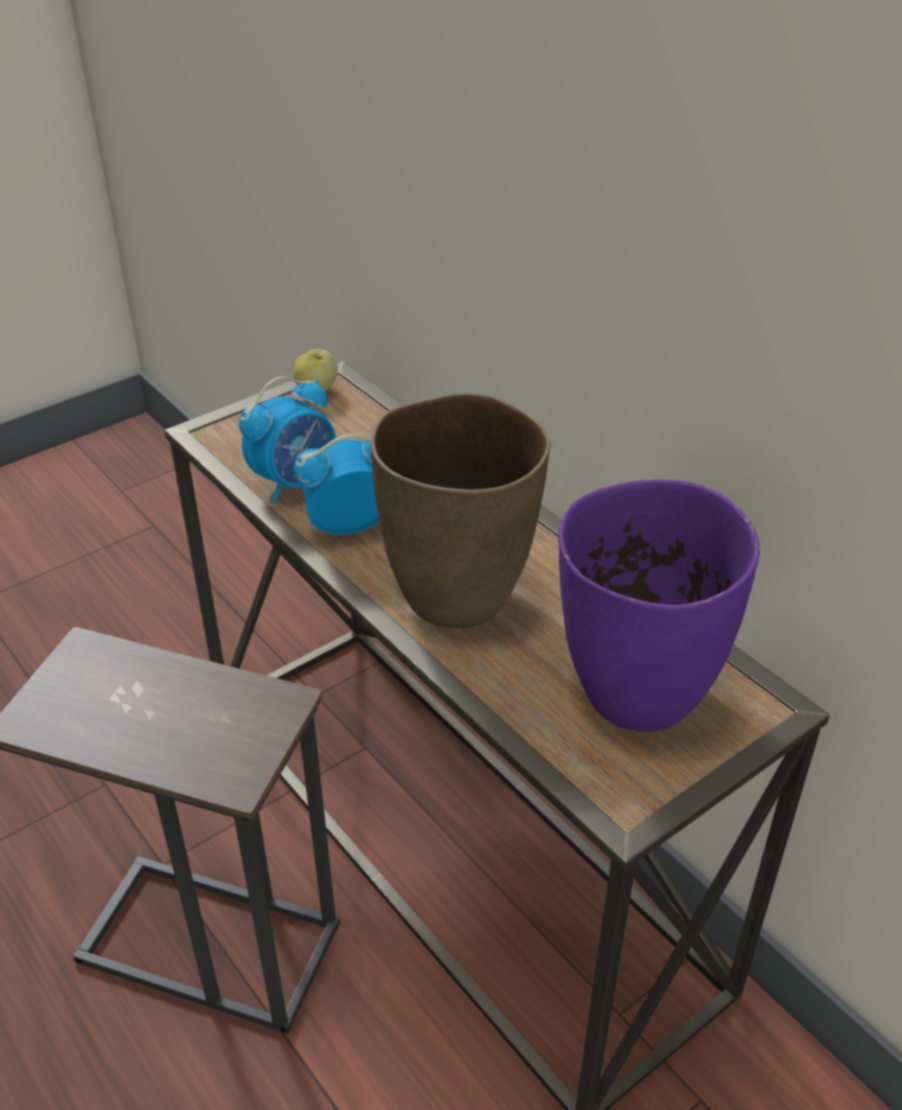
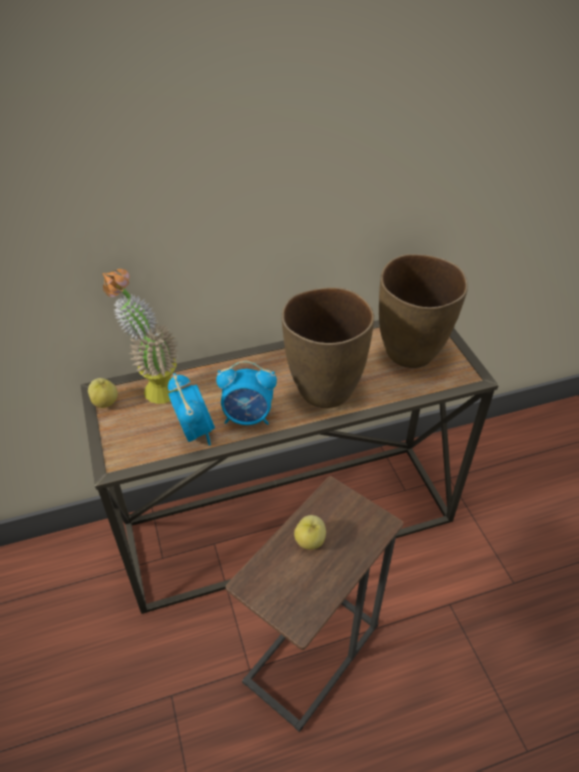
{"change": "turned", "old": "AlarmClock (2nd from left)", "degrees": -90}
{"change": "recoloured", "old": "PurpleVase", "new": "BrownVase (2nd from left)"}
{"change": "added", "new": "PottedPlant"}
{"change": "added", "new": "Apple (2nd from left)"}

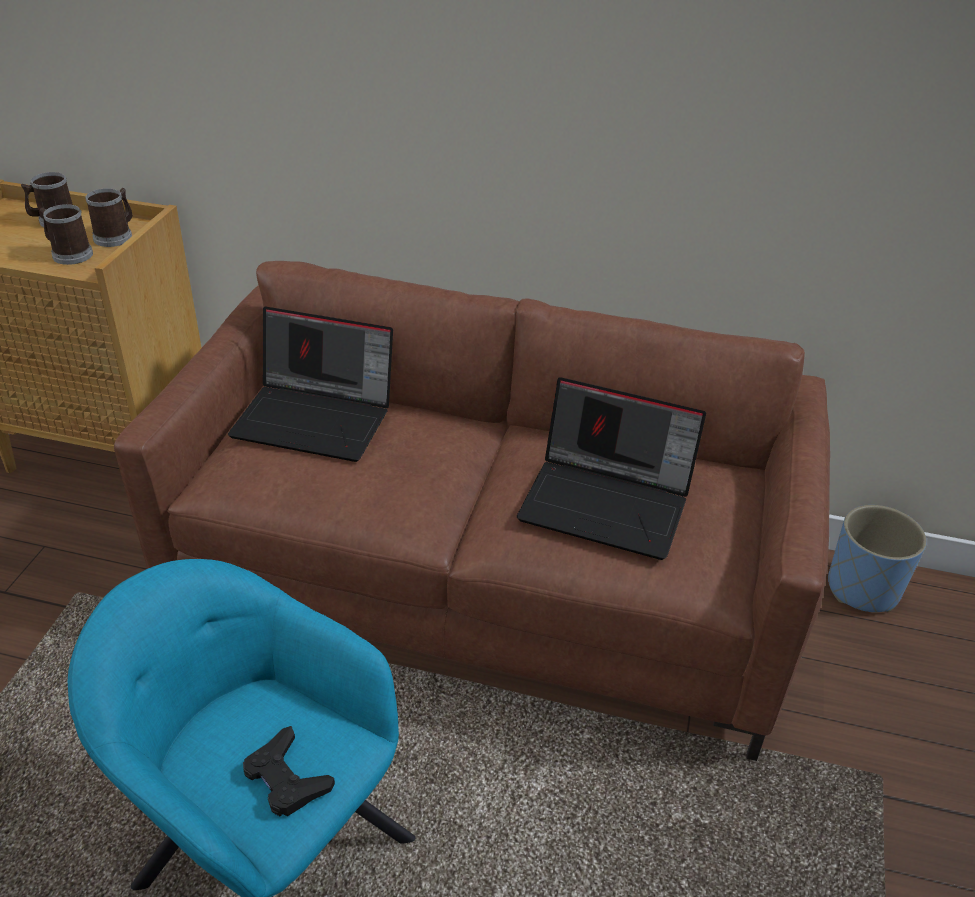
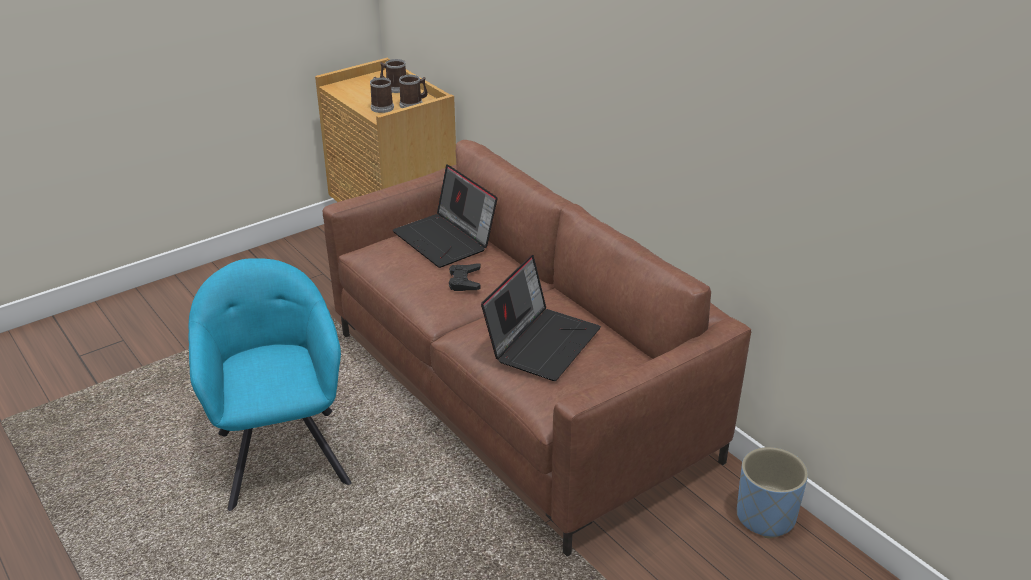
{"change": "turned", "old": "Laptop (2nd from left)", "degrees": -120}
{"change": "moved", "old": "BlackGameController"}

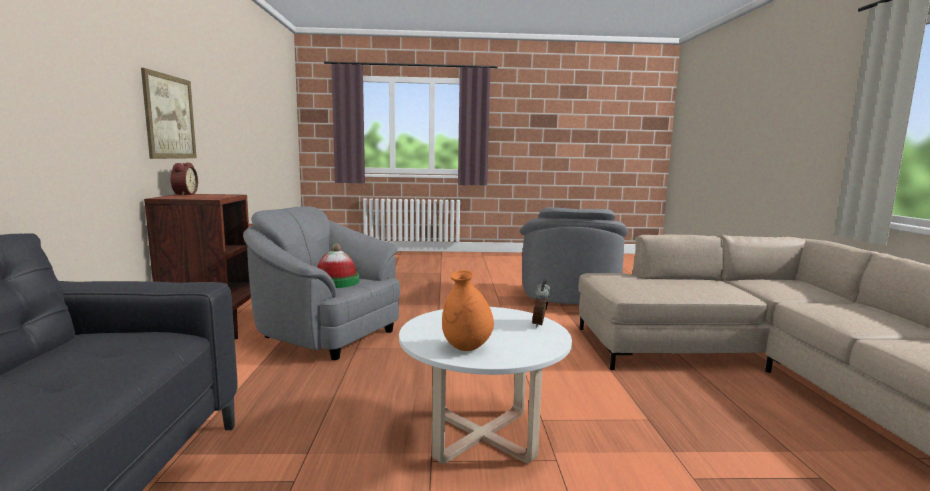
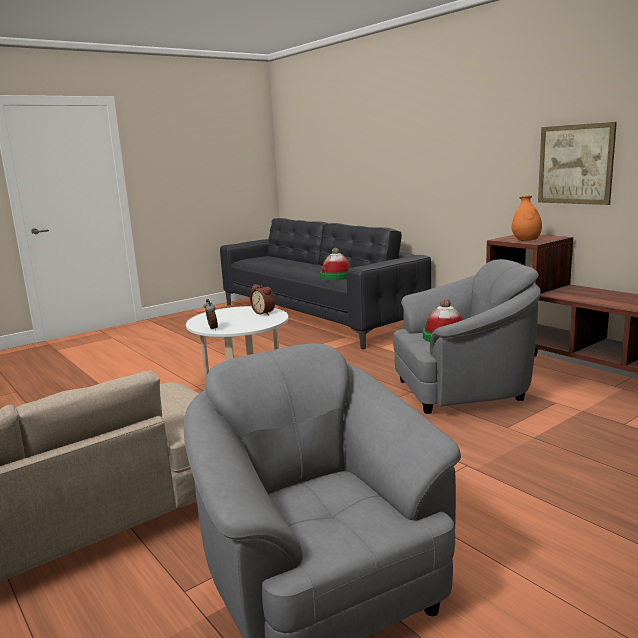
{"change": "moved", "old": "AlarmClock (1st from left in the first image)", "new": "AlarmClock (2nd from left)"}
{"change": "moved", "old": "OrangeVase"}
{"change": "added", "new": "Hat (1st from left)"}

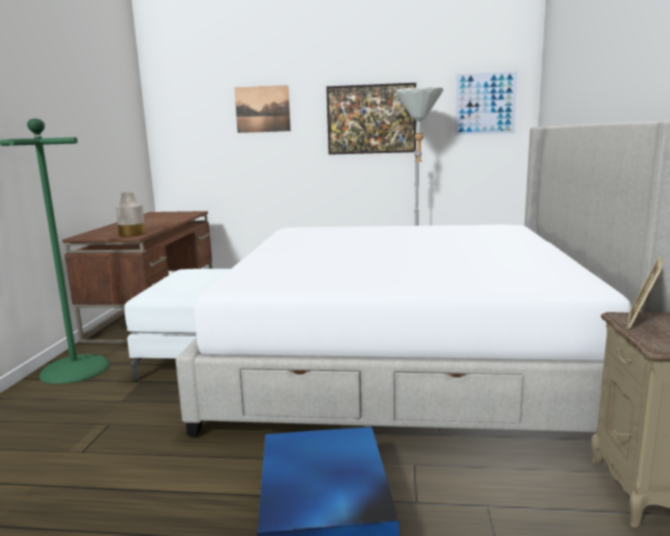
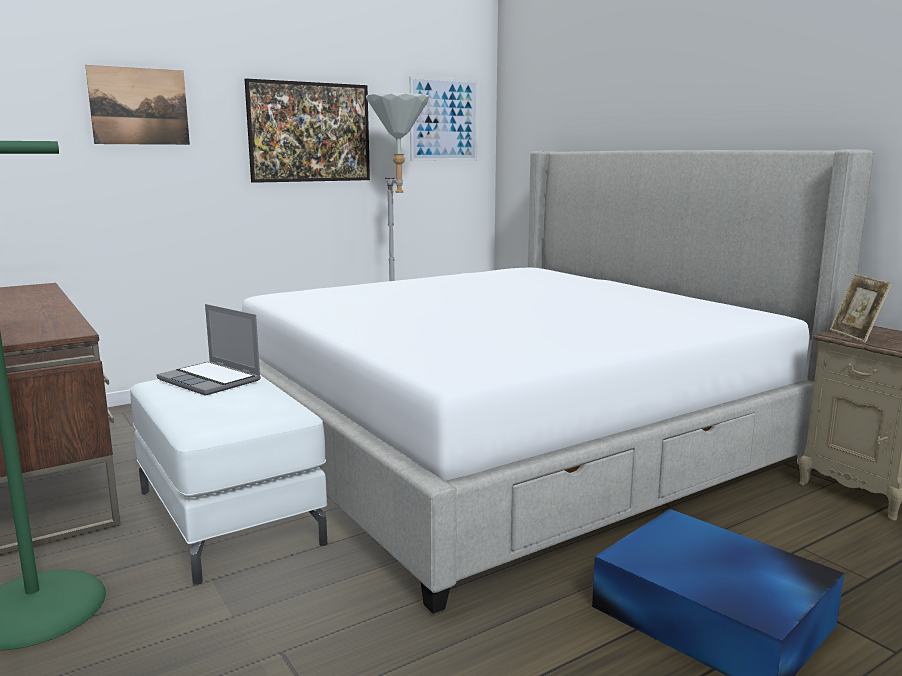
{"change": "removed", "old": "BeigeVase"}
{"change": "added", "new": "Laptop"}

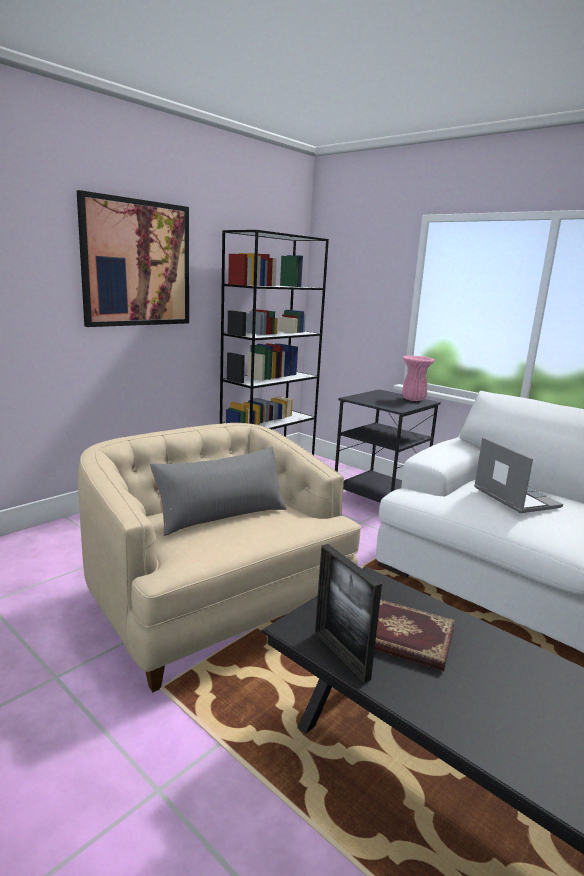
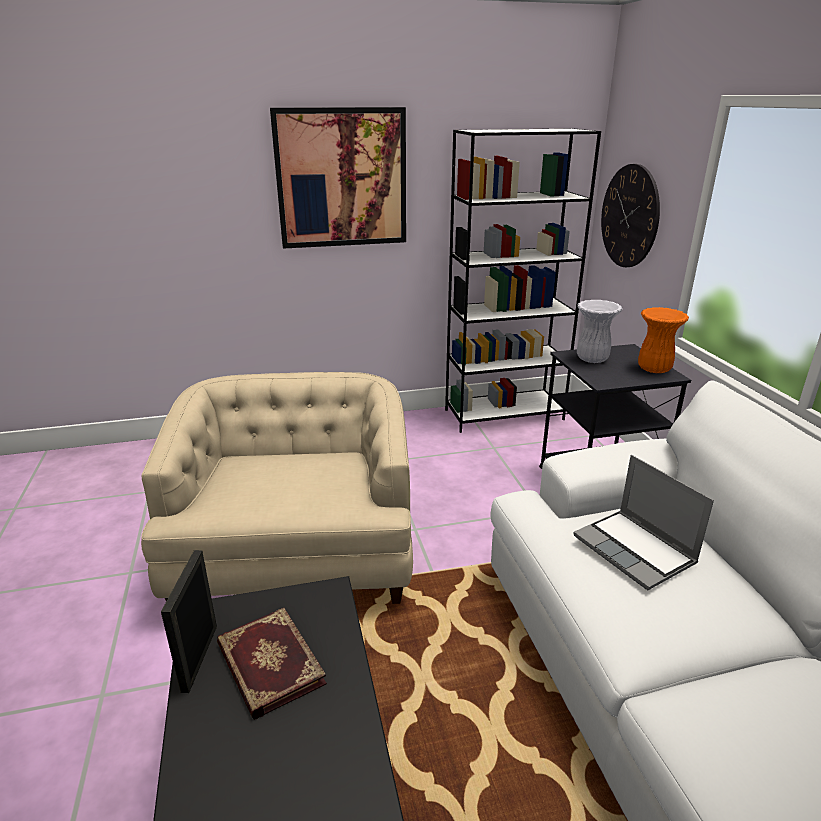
{"change": "recoloured", "old": "PinkVase", "new": "OrangeVase"}
{"change": "turned", "old": "Laptop", "degrees": 135}
{"change": "removed", "old": "GreyPillow"}
{"change": "added", "new": "WallClock"}
{"change": "added", "new": "WhiteVase"}

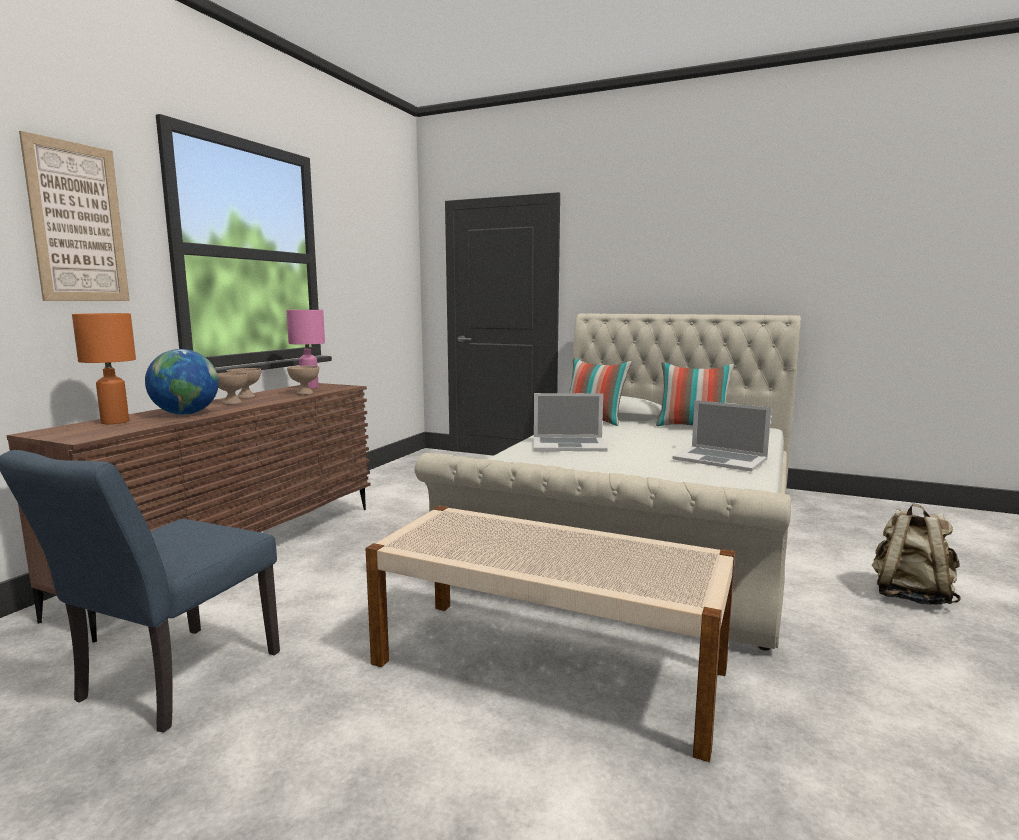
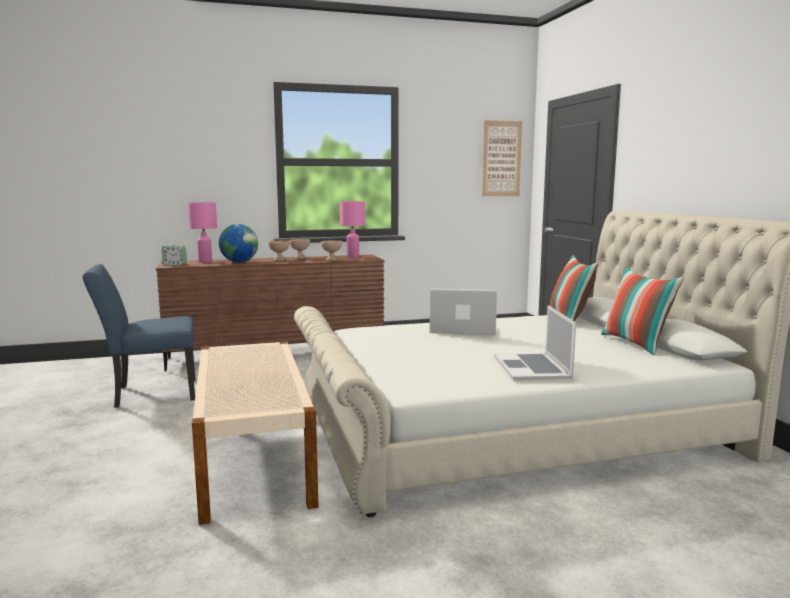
{"change": "moved", "old": "Picture"}
{"change": "recoloured", "old": "OrangeTableLamp", "new": "PinkTableLamp (1st from left)"}
{"change": "turned", "old": "Laptop (1st from left)", "degrees": 135}
{"change": "removed", "old": "BeigeBackpack"}
{"change": "added", "new": "AlarmClock"}

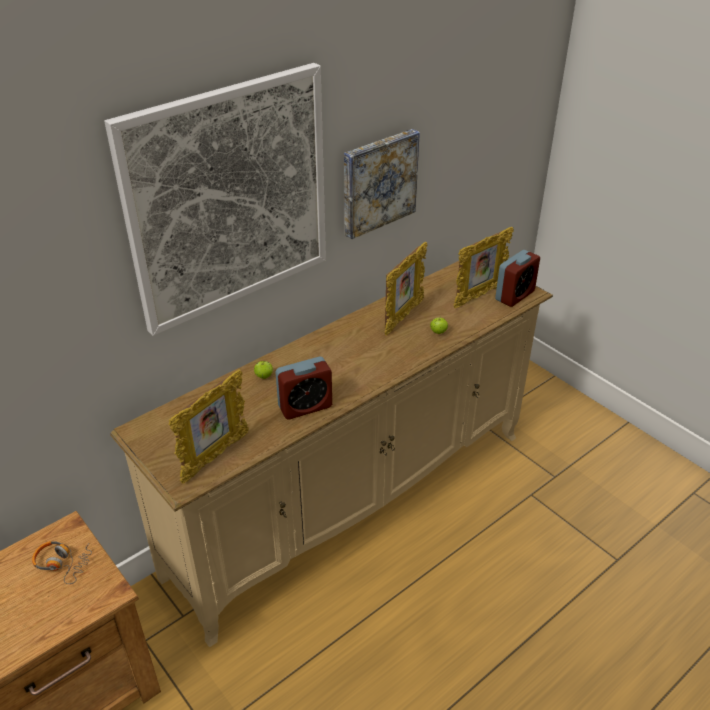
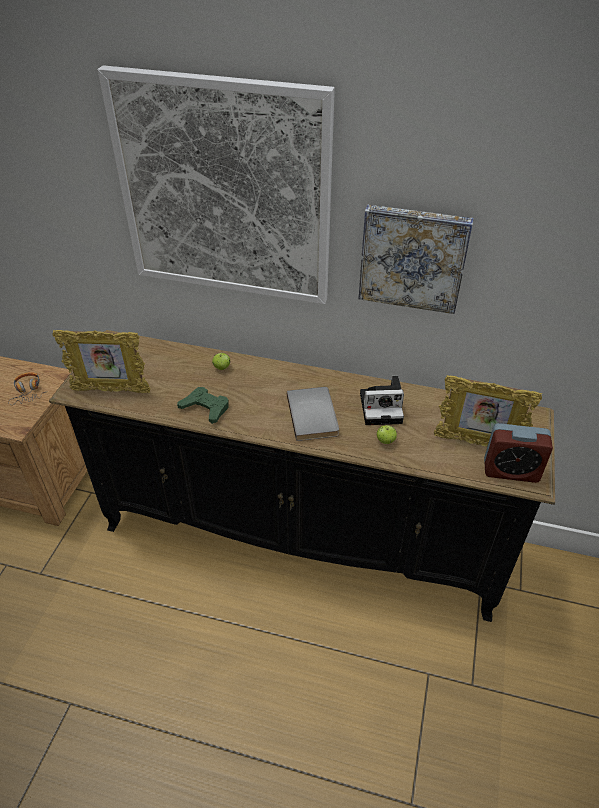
{"change": "replaced", "old": "PictureFrame (2nd from left)", "new": "PhotoCamera"}
{"change": "recoloured", "old": "BeigeDresser", "new": "BlackDresser"}
{"change": "replaced", "old": "AlarmClock (1st from left)", "new": "GreenGameController"}
{"change": "added", "new": "GreyBook"}

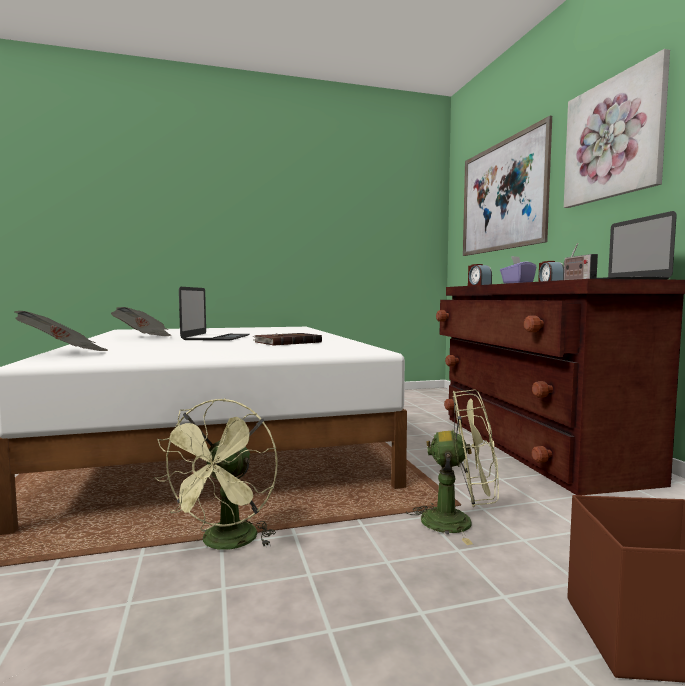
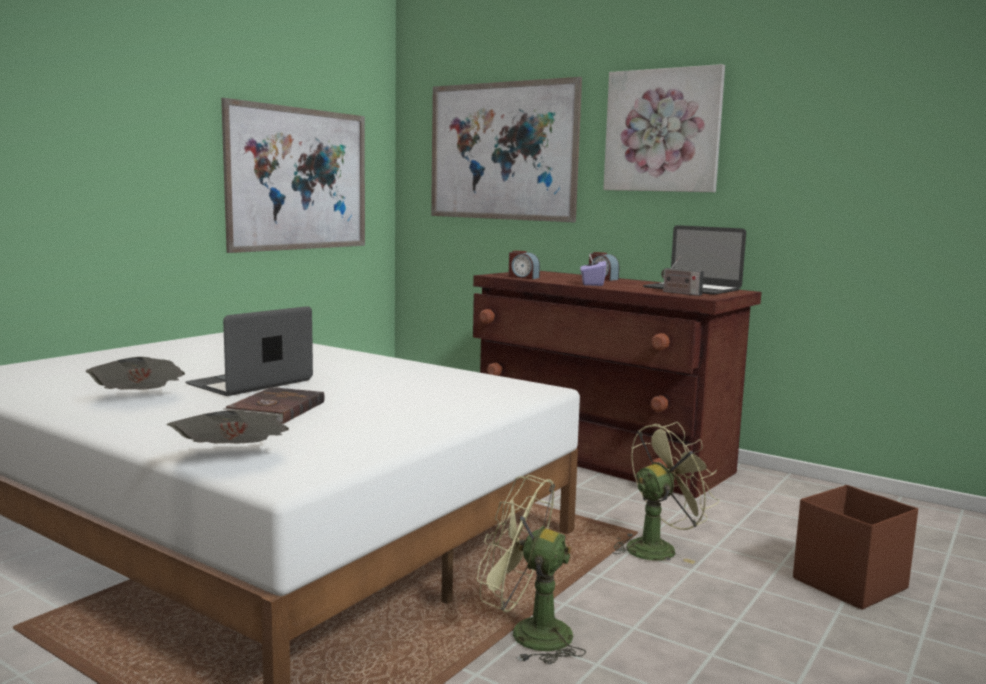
{"change": "turned", "old": "Laptop (1st from left)", "degrees": -105}
{"change": "moved", "old": "BrownBook"}
{"change": "turned", "old": "GreenFan (1st from left)", "degrees": 135}
{"change": "added", "new": "Picture (1st from left)"}

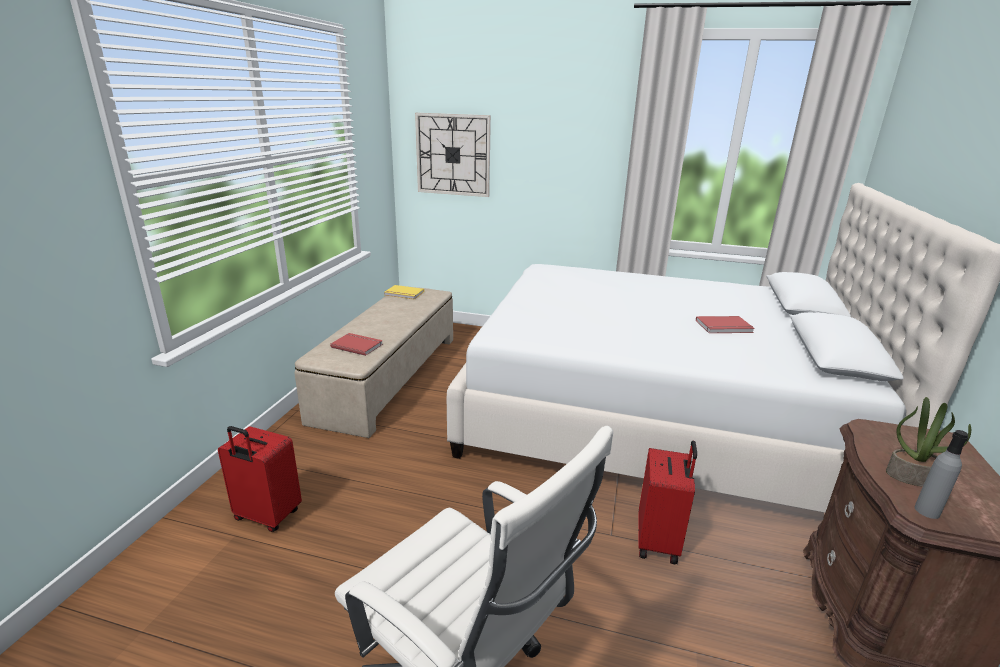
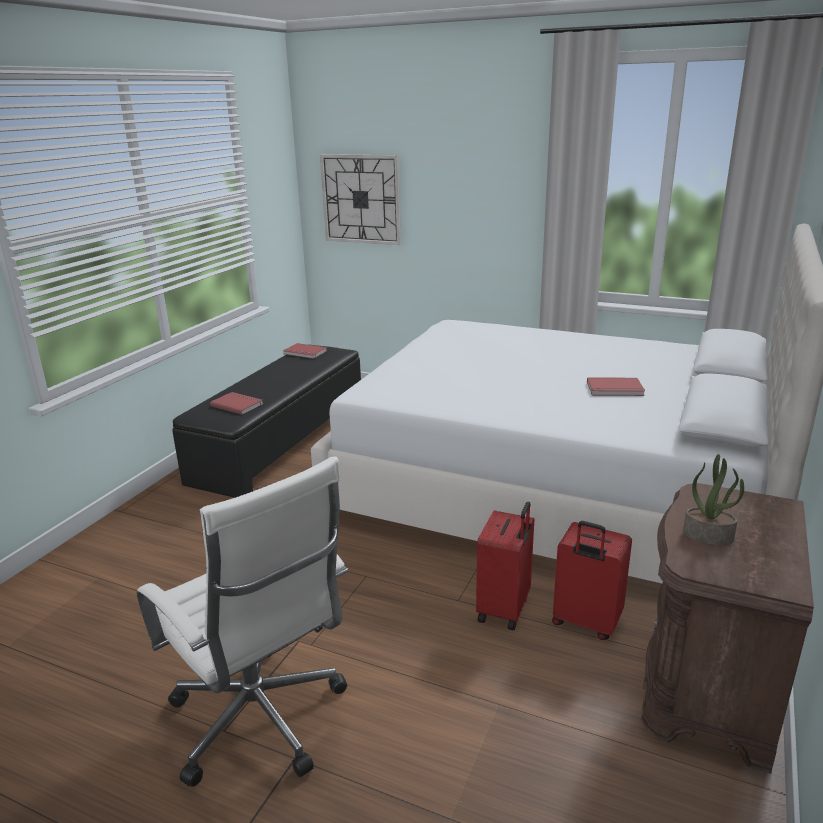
{"change": "recoloured", "old": "YellowBook", "new": "RedBook (2nd from left)"}
{"change": "recoloured", "old": "BeigeBench", "new": "BlackBench"}
{"change": "moved", "old": "RedSuitcase (1st from left in the first image)", "new": "RedSuitcase (2nd from left)"}
{"change": "removed", "old": "GreyBottle"}

